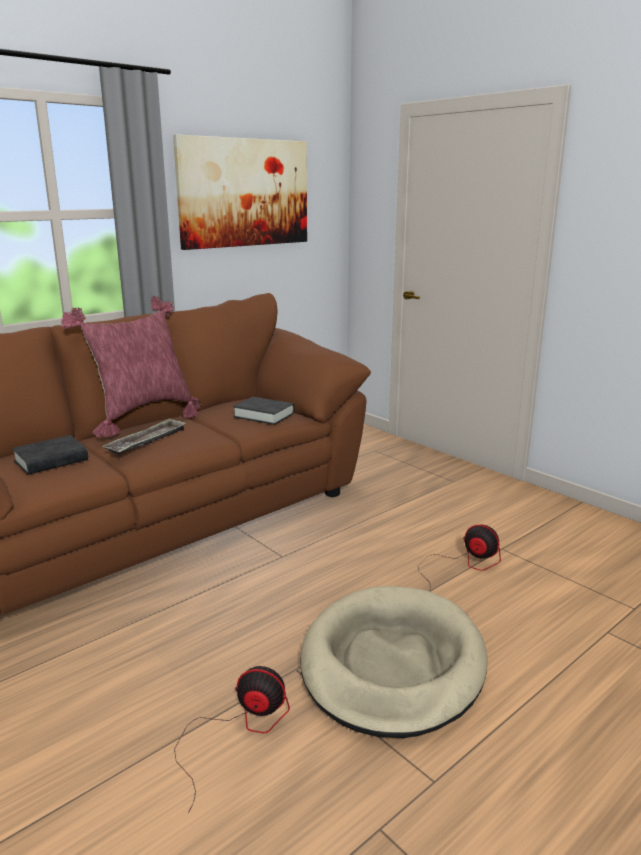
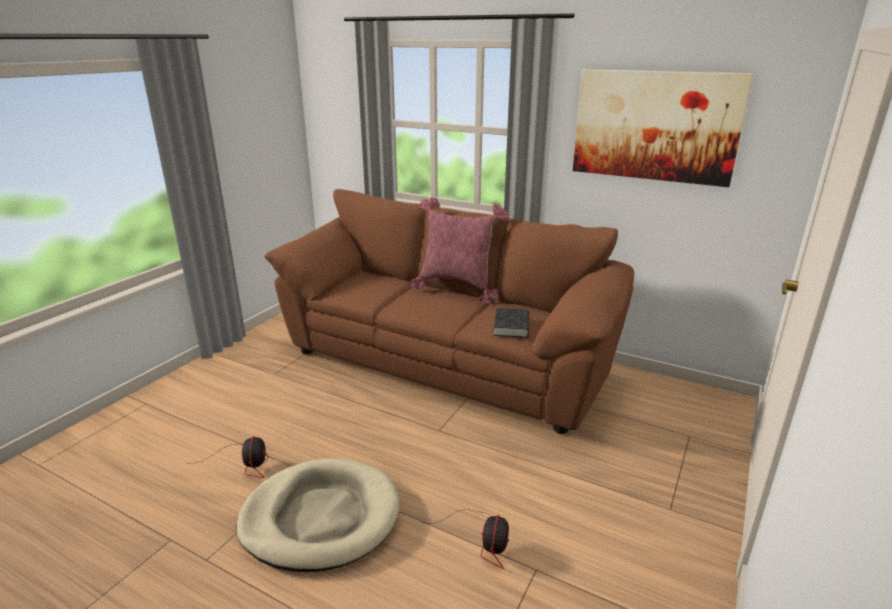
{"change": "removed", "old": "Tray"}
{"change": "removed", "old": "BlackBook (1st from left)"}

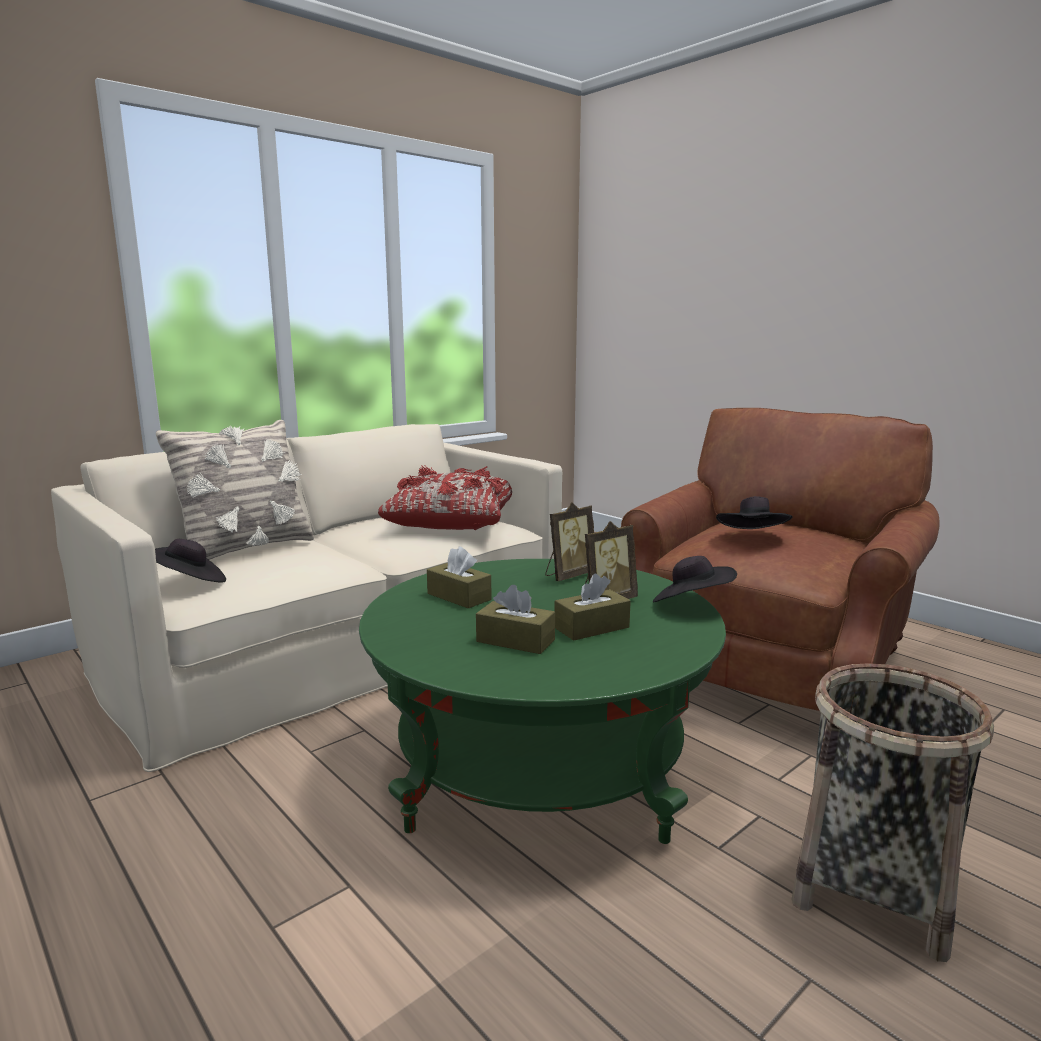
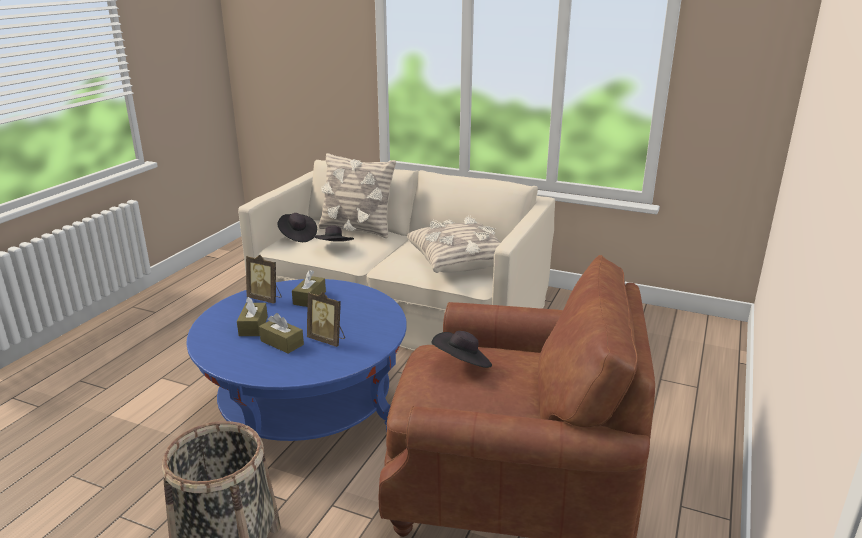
{"change": "recoloured", "old": "RedPillow", "new": "BeigePillow (2nd from left)"}
{"change": "moved", "old": "PictureFrame (1st from left)"}
{"change": "moved", "old": "BlackHat (2nd from left)"}
{"change": "recoloured", "old": "GreenCoffeeTable", "new": "BlueCoffeeTable"}

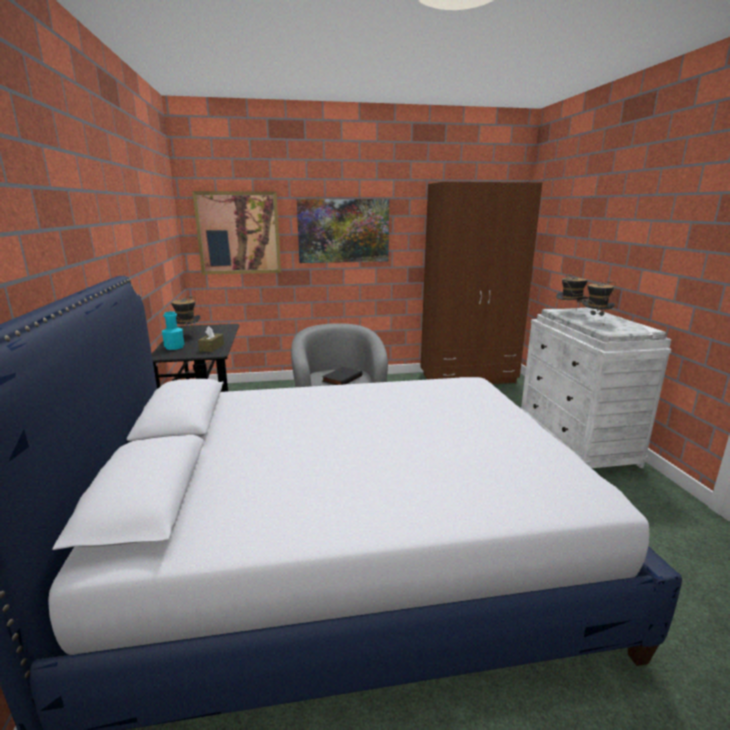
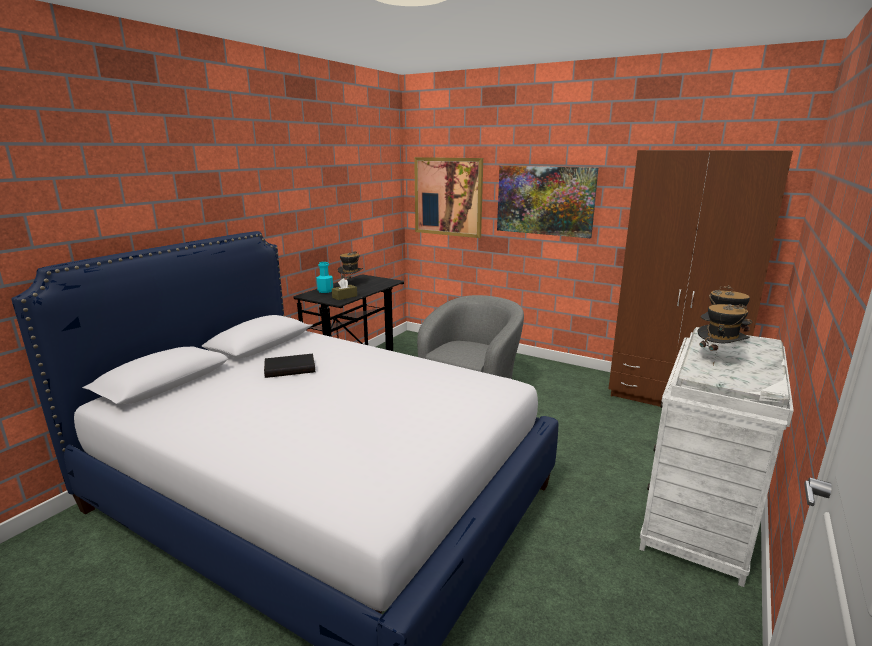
{"change": "moved", "old": "BlackBook"}

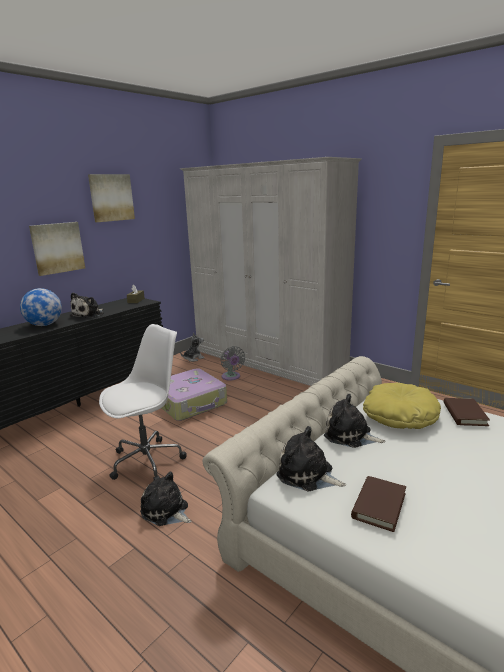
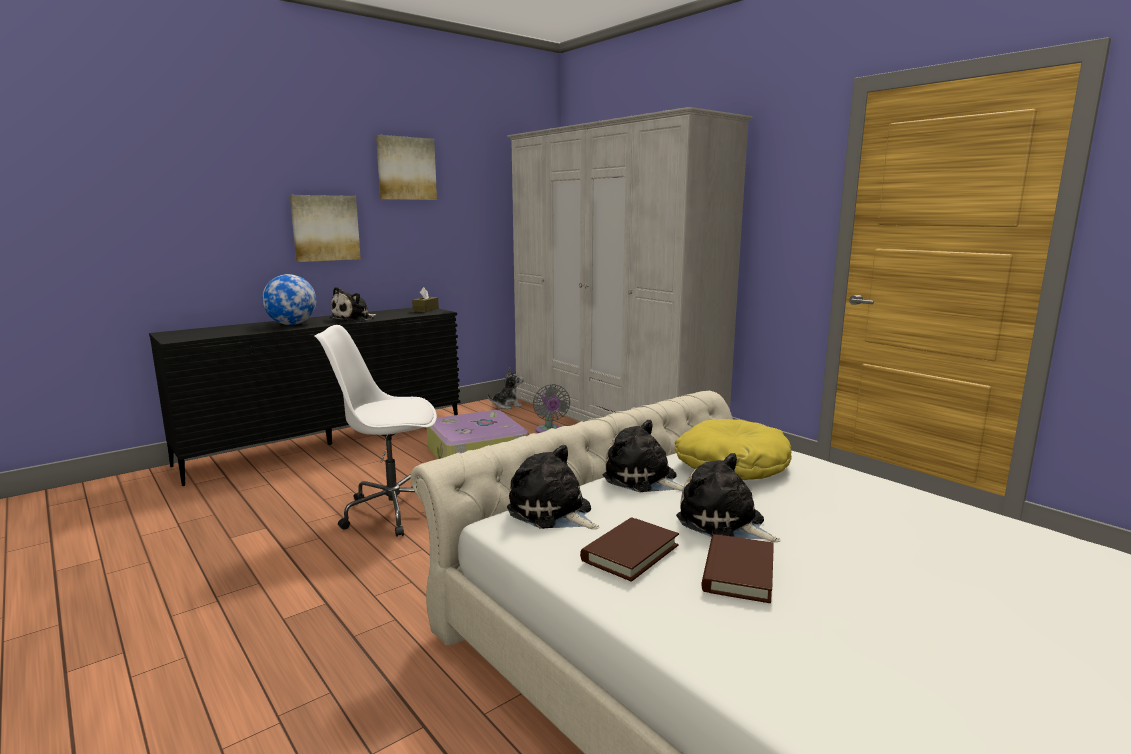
{"change": "turned", "old": "WhiteOfficeChair", "degrees": -150}
{"change": "moved", "old": "BrownBook (2nd from left)"}
{"change": "moved", "old": "PlushToy (2nd from left in the first image)", "new": "PlushToy (5th from left)"}

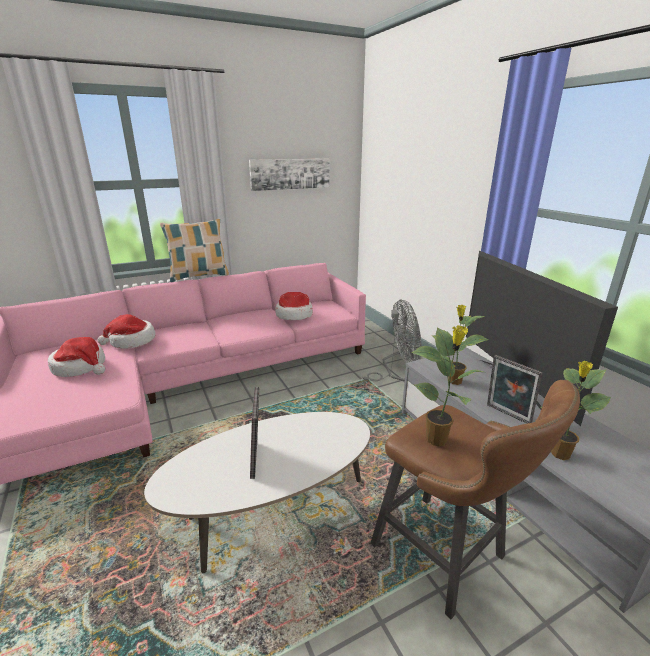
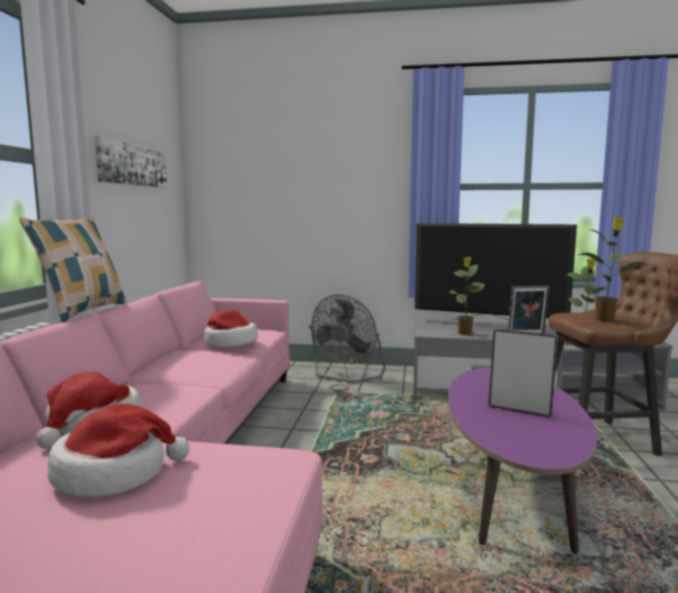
{"change": "recoloured", "old": "WhiteCoffeeTable", "new": "PurpleCoffeeTable"}

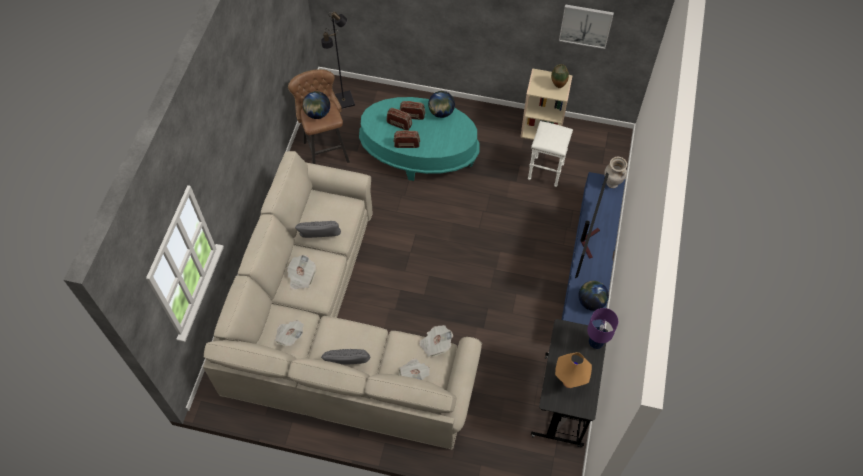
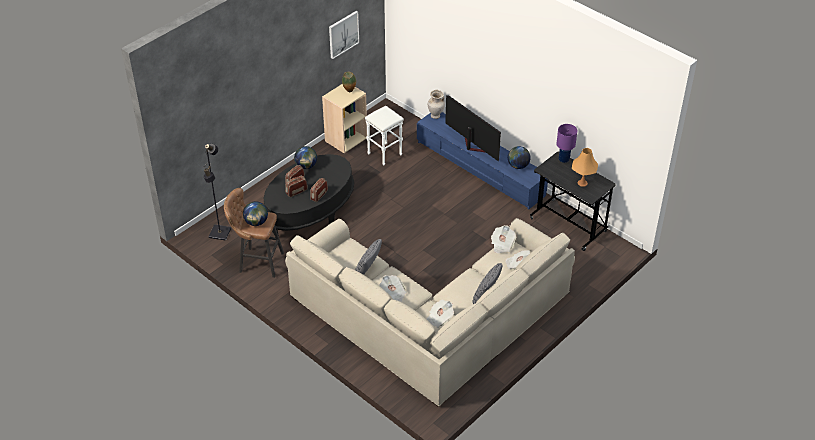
{"change": "recoloured", "old": "TurquoiseCoffeeTable", "new": "BlackCoffeeTable"}

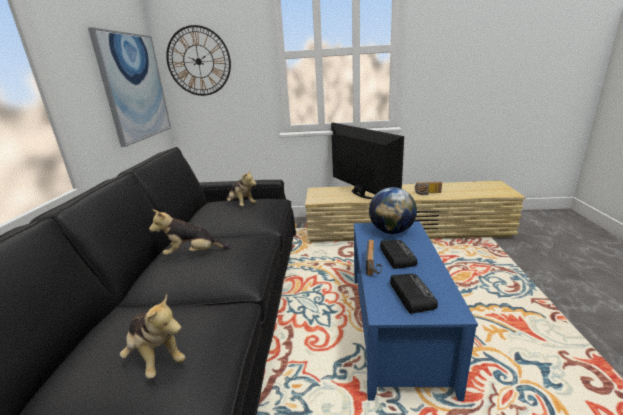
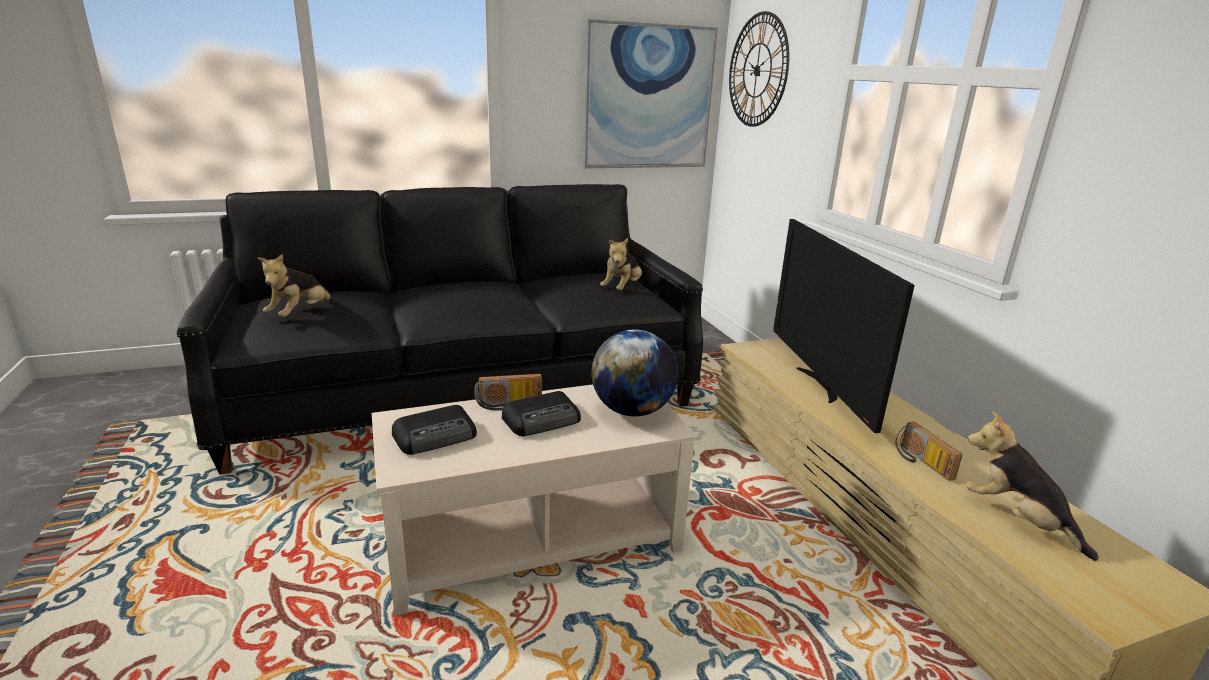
{"change": "turned", "old": "Television", "degrees": 135}
{"change": "moved", "old": "PlushToy (2nd from left in the first image)", "new": "PlushToy (3rd from left)"}
{"change": "recoloured", "old": "BlueCoffeeTable", "new": "BeigeCoffeeTable"}

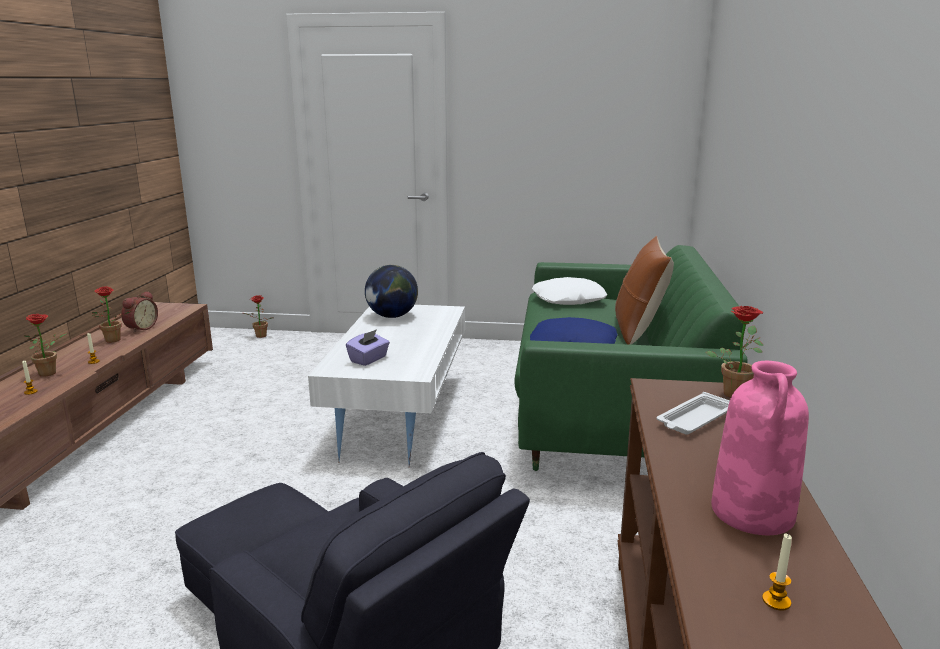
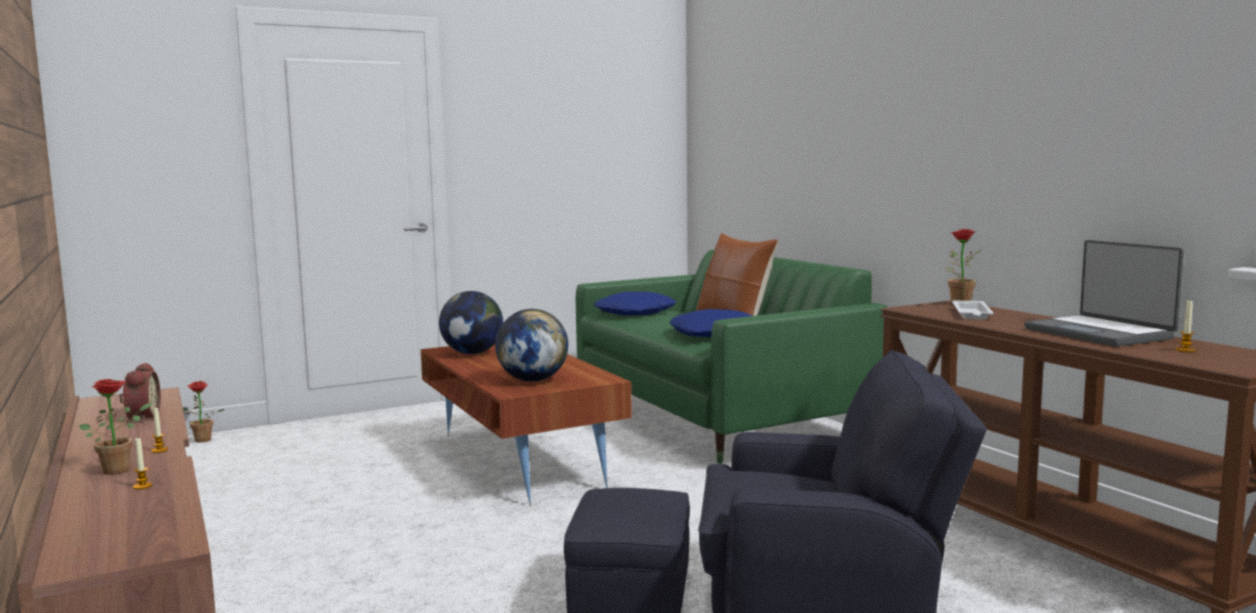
{"change": "recoloured", "old": "WhitePillow", "new": "BluePillow (1st from left)"}
{"change": "removed", "old": "PottedPlant (2nd from left)"}
{"change": "recoloured", "old": "WhiteCoffeeTable", "new": "BrownCoffeeTable"}
{"change": "replaced", "old": "PurpleTissueBox", "new": "Globe (2nd from left)"}
{"change": "replaced", "old": "PinkVase", "new": "Laptop"}

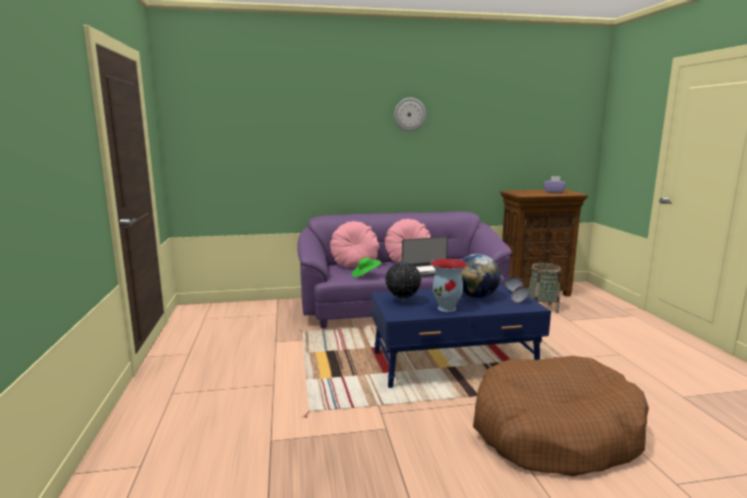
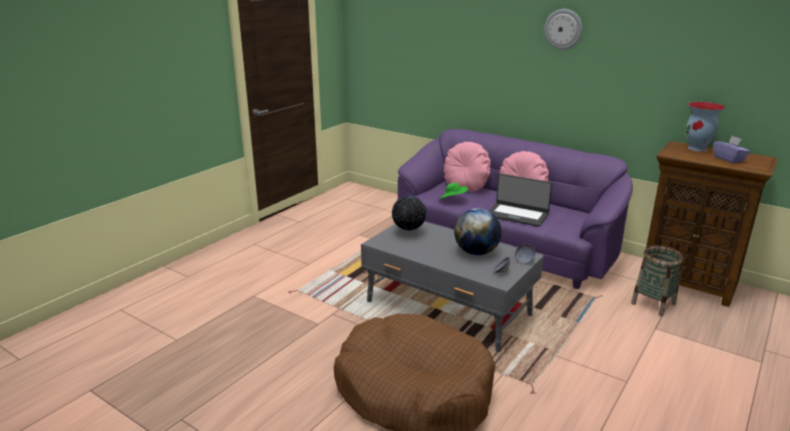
{"change": "moved", "old": "Vase"}
{"change": "recoloured", "old": "BlueCoffeeTable", "new": "GreyCoffeeTable"}

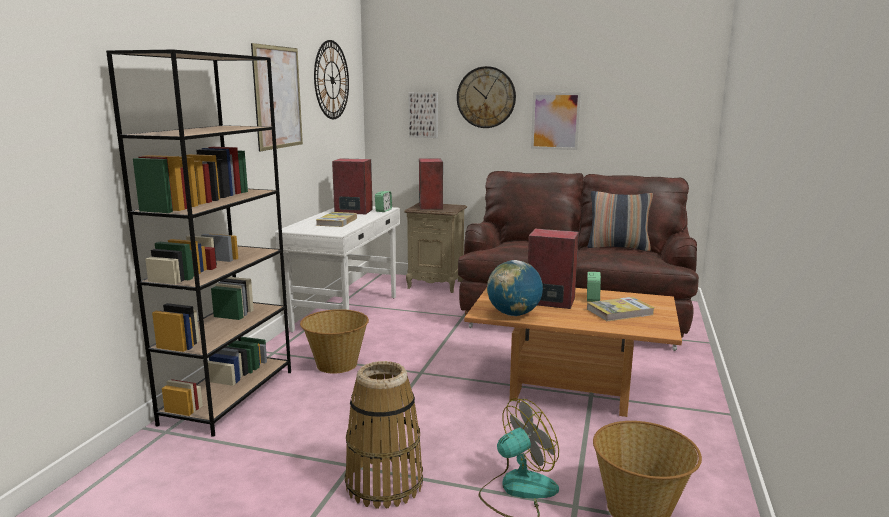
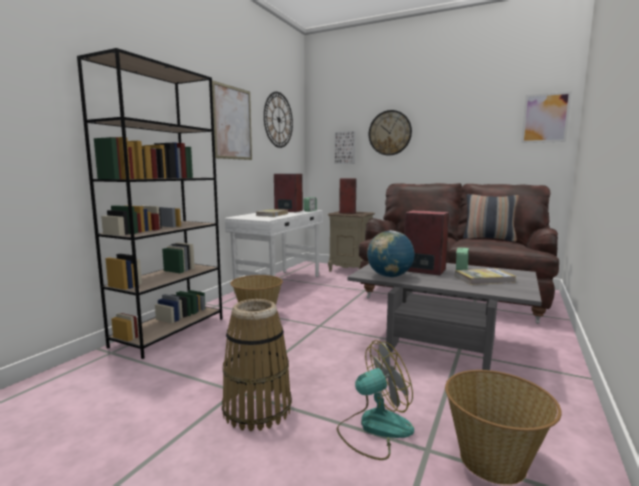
{"change": "moved", "old": "Picture (3rd from left)"}
{"change": "recoloured", "old": "BrownCoffeeTable", "new": "GreyCoffeeTable"}

